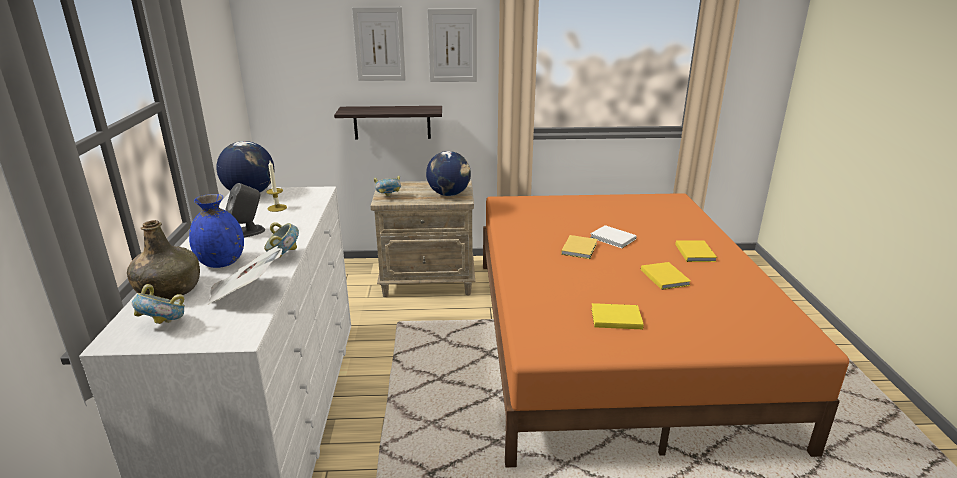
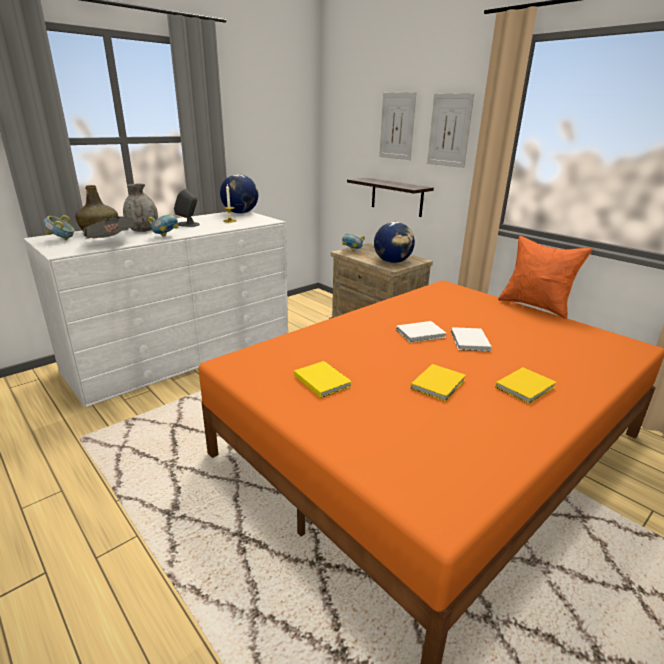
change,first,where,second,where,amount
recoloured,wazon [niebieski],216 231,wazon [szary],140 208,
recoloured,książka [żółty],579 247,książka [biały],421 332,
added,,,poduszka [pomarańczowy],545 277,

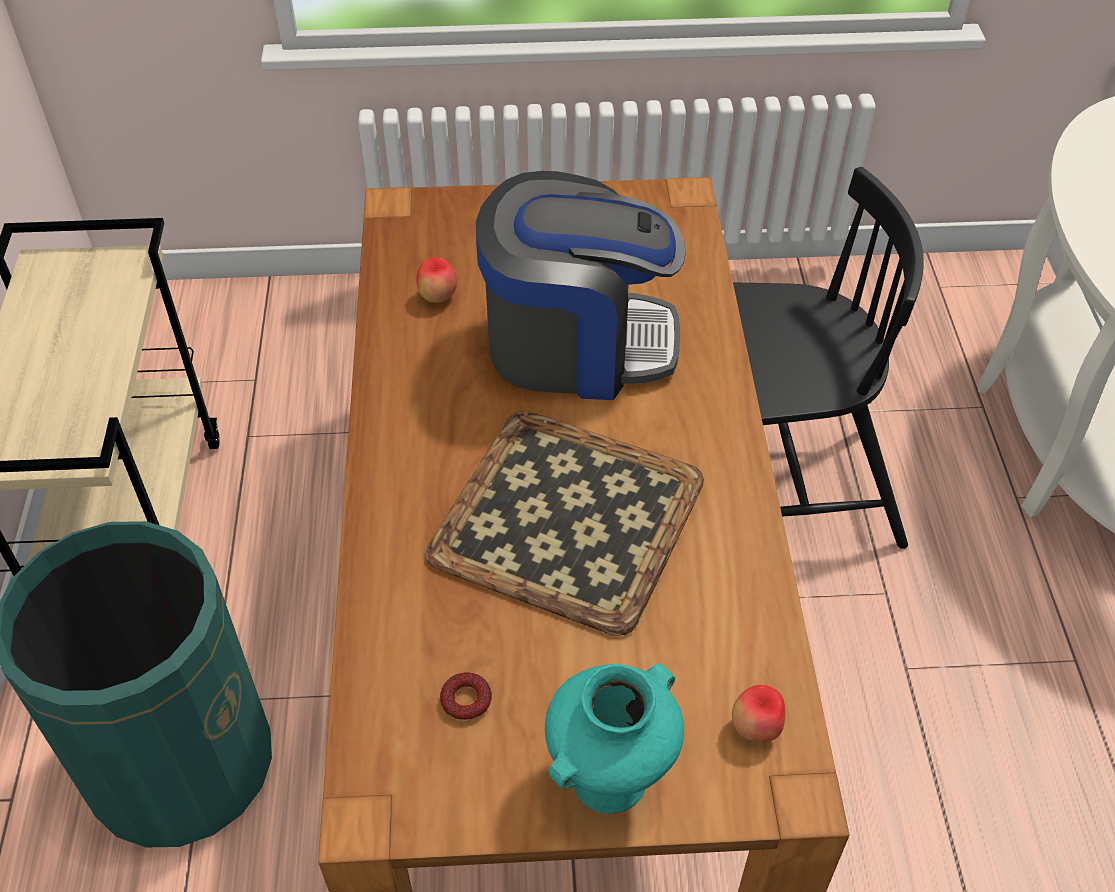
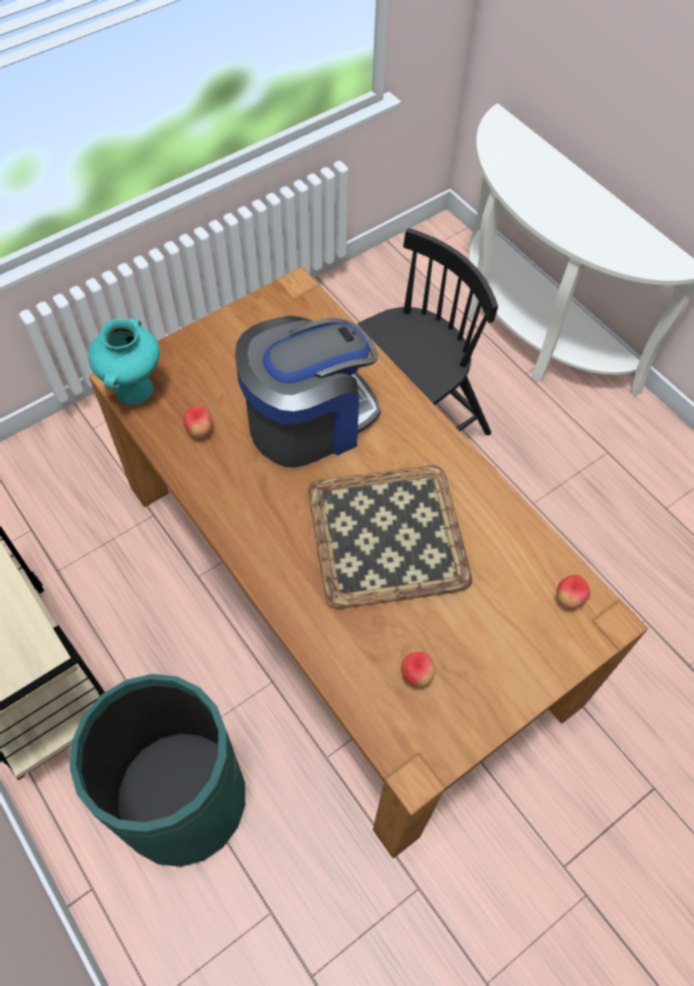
change,first,where,second,where,amount
moved,wazon [turkusowy],614 738,,124 362,
replaced,donut,466 696,jabłko,418 669,

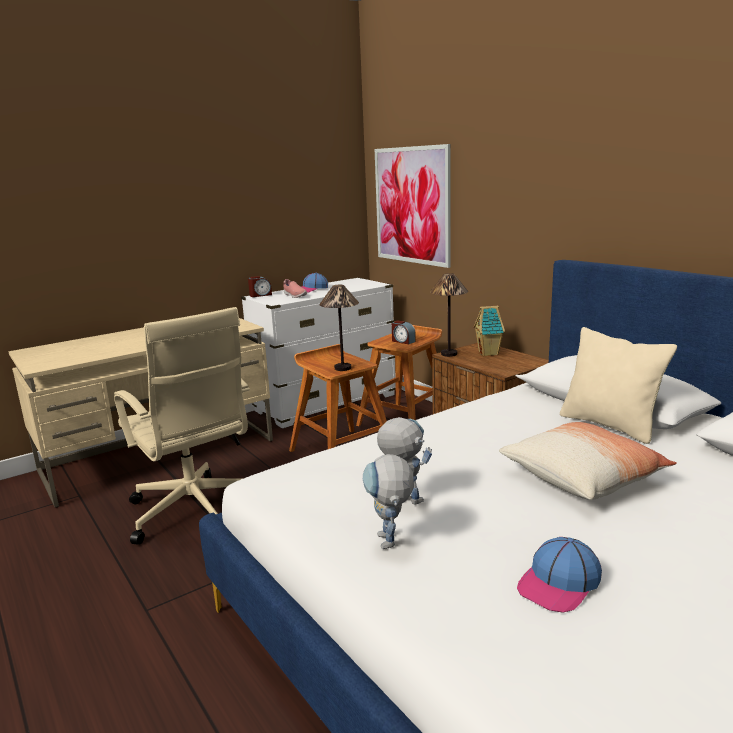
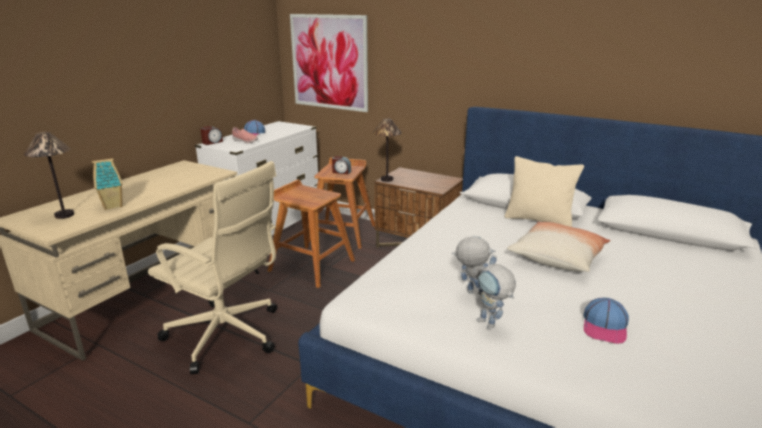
change,first,where,second,where,amount
moved,lampa stołowa,339 328,,49 175,
moved,domek,489 331,,107 184,

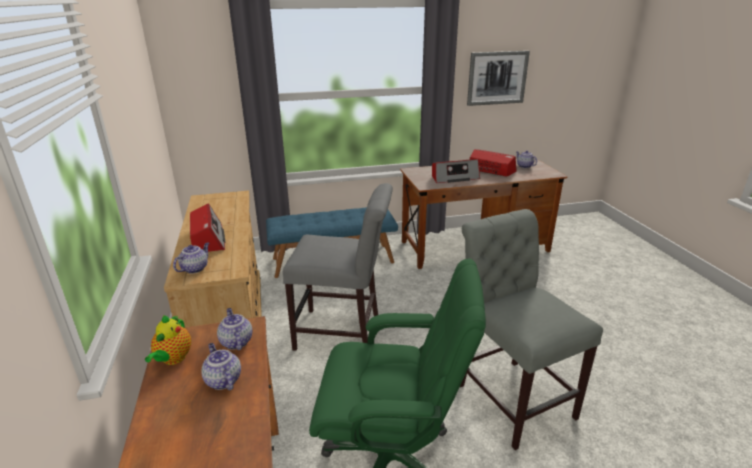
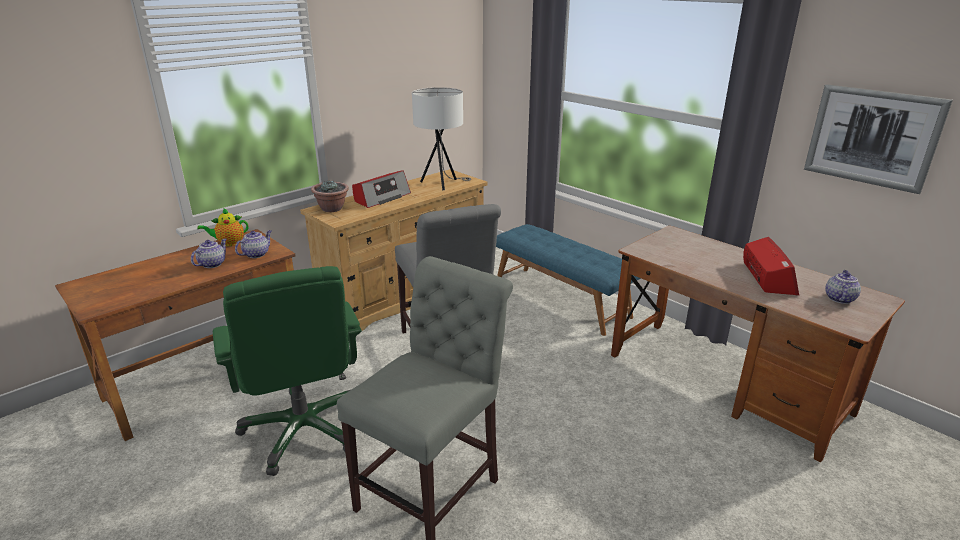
change,first,where,second,where,amount
removed,radio,456 171,,,
replaced,imbryk,191 258,roślina doniczkowa,330 196,
added,,,lampa stołowa [biały],441 138,

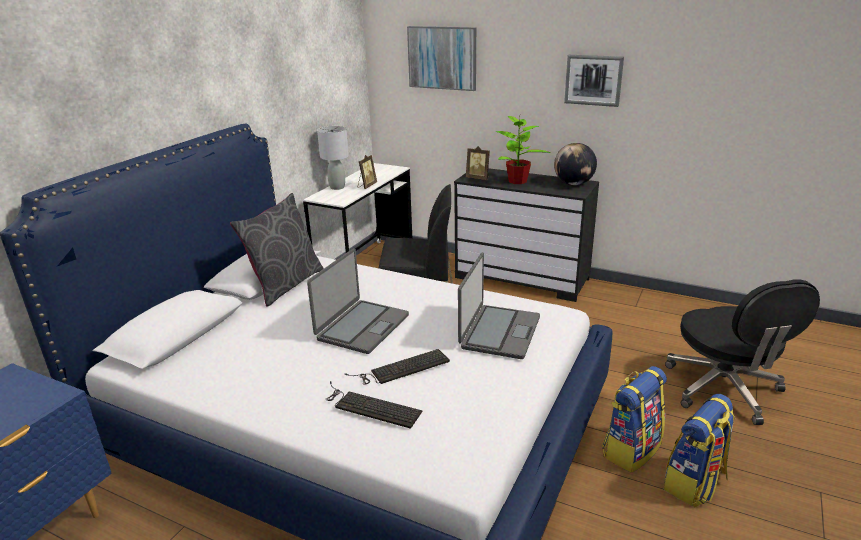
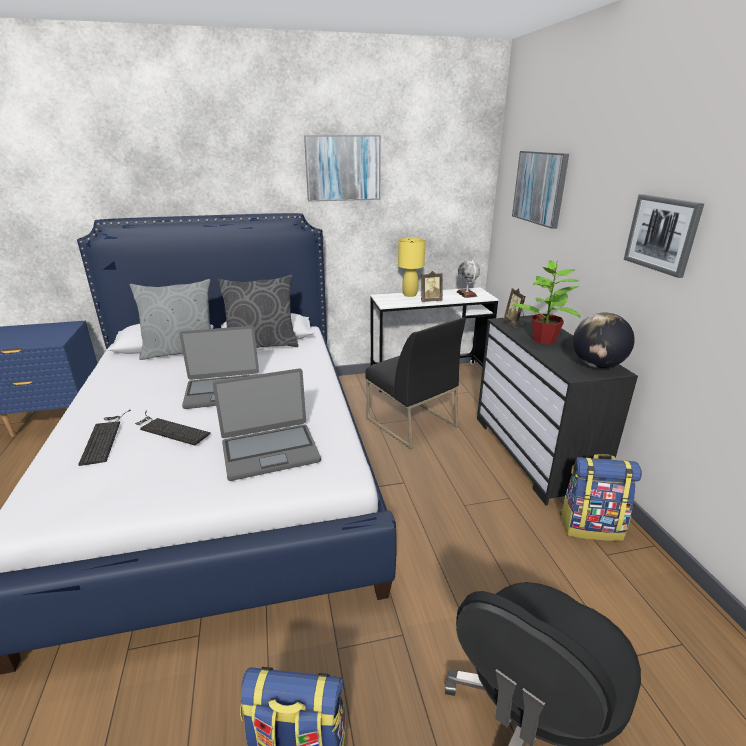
change,first,where,second,where,amount
recoloured,lampa stołowa [szary],333 158,lampa stołowa [żółty],412 267,
moved,plecak,634 419,,601 497,
added,,,obraz,342 168,
added,,,globus,468 279,
added,,,poduszka [szary],170 319,

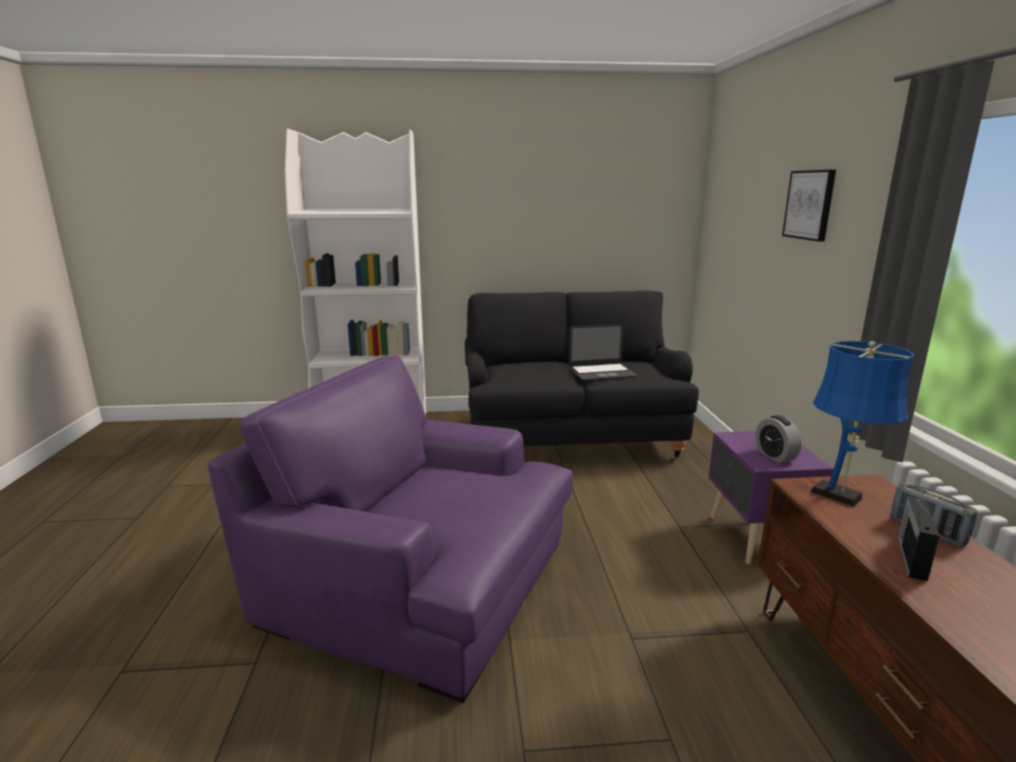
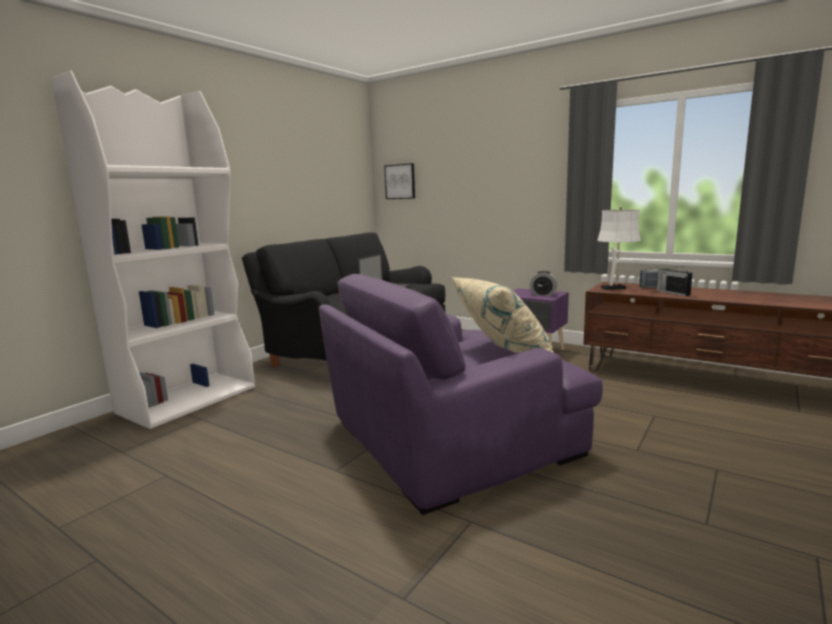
change,first,where,second,where,amount
moved,obraz,809 206,,399 181,
recoloured,lampa stołowa [niebieski],862 424,lampa stołowa [biały],619 248,
added,,,poduszka [beżowy],502 315,

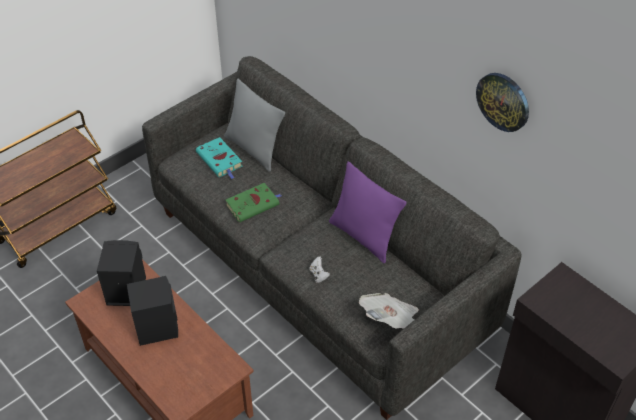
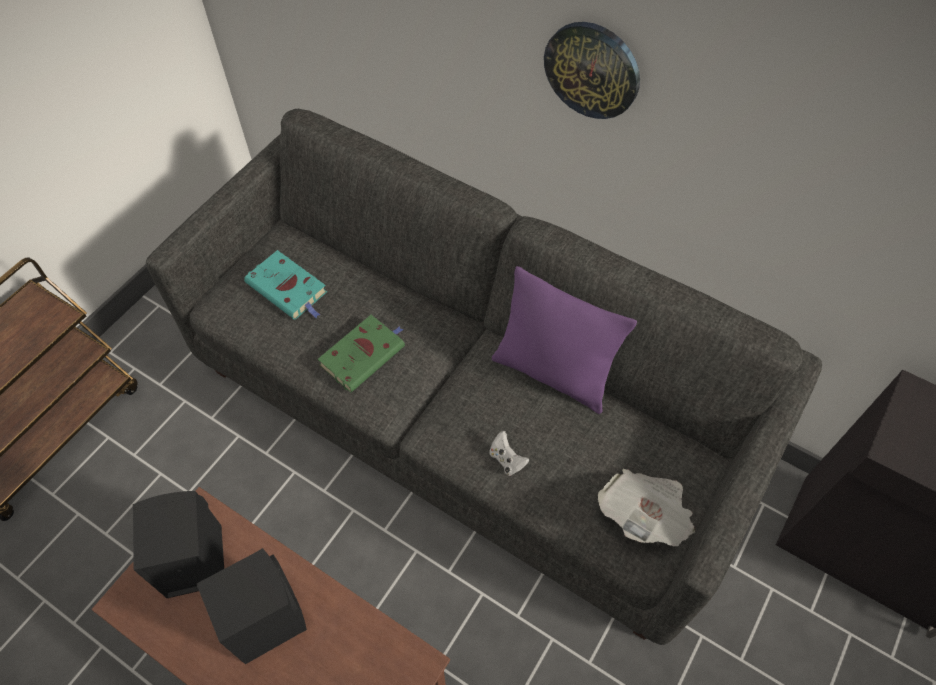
change,first,where,second,where,amount
moved,zegar ścienny,502 102,,592 70,
removed,poduszka [szary],254 125,,,

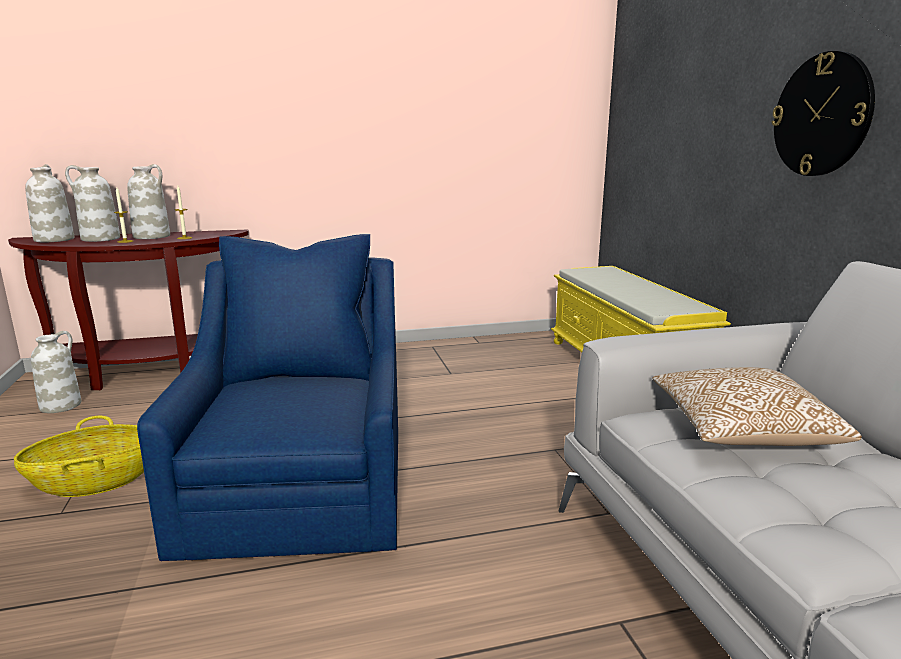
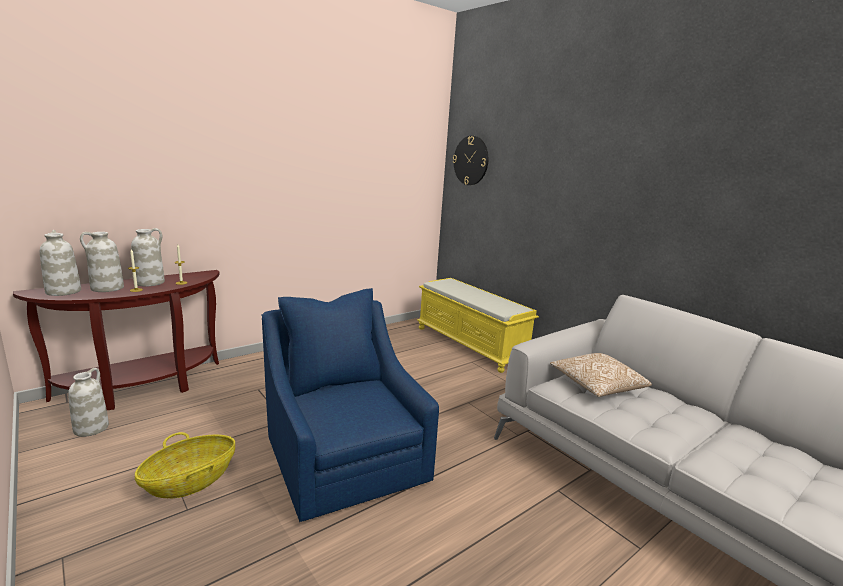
change,first,where,second,where,amount
moved,zegar ścienny,823 113,,470 160,

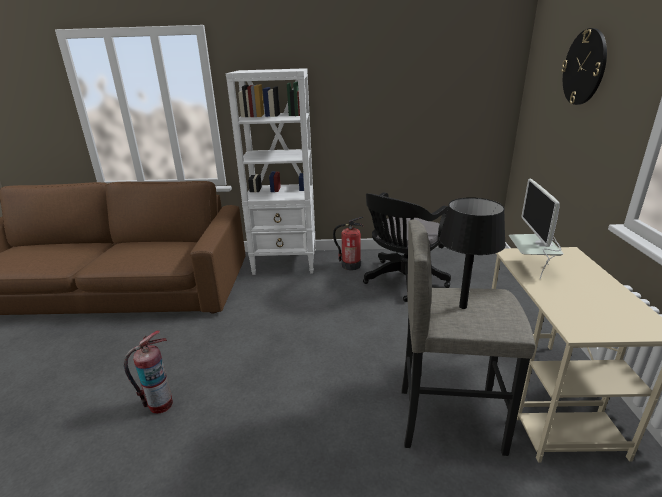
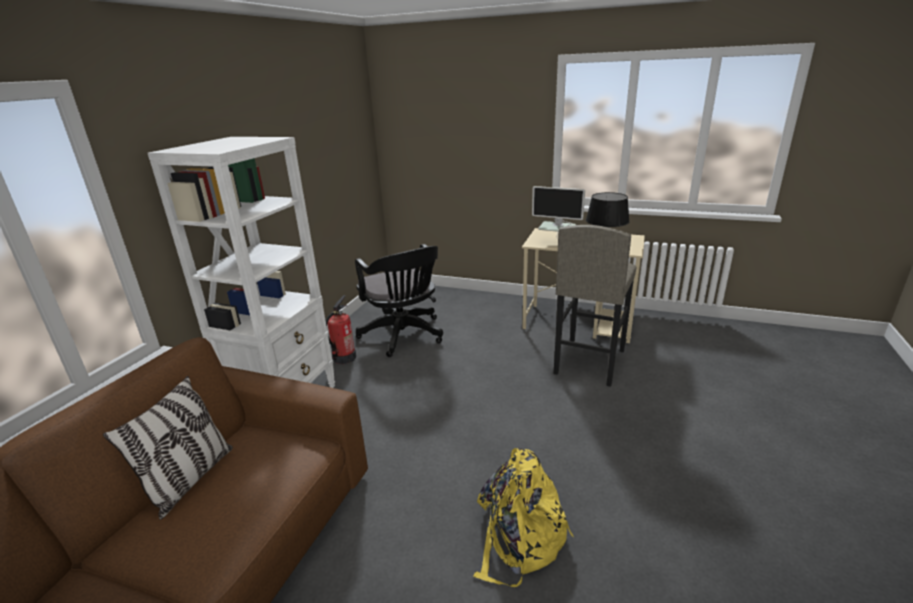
change,first,where,second,where,amount
removed,zegar ścienny,584 66,,,
replaced,gaśnica,148 371,plecak [żółty],523 517,
added,,,poduszka,168 448,

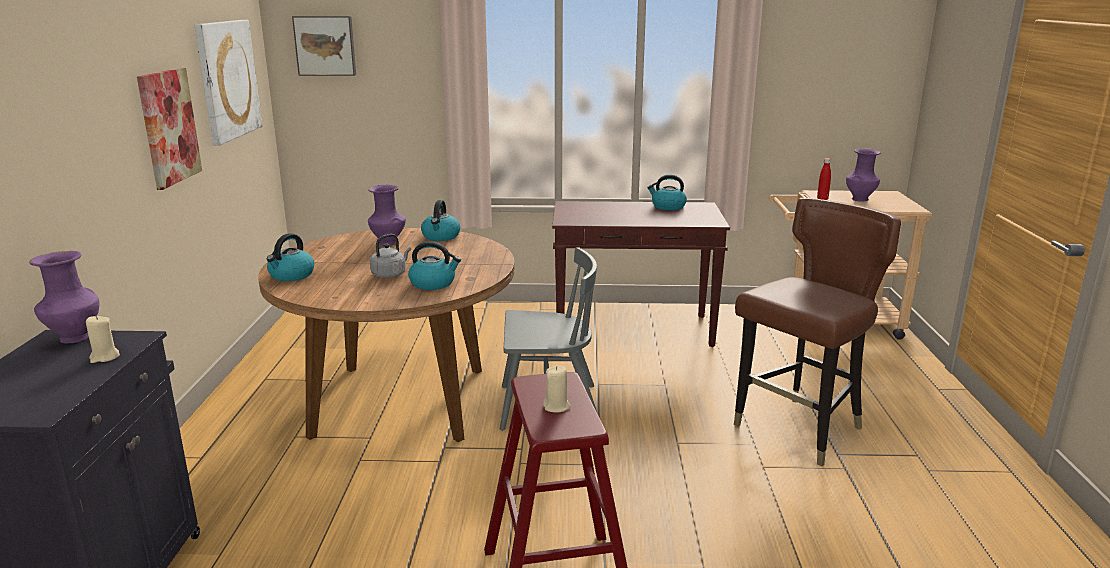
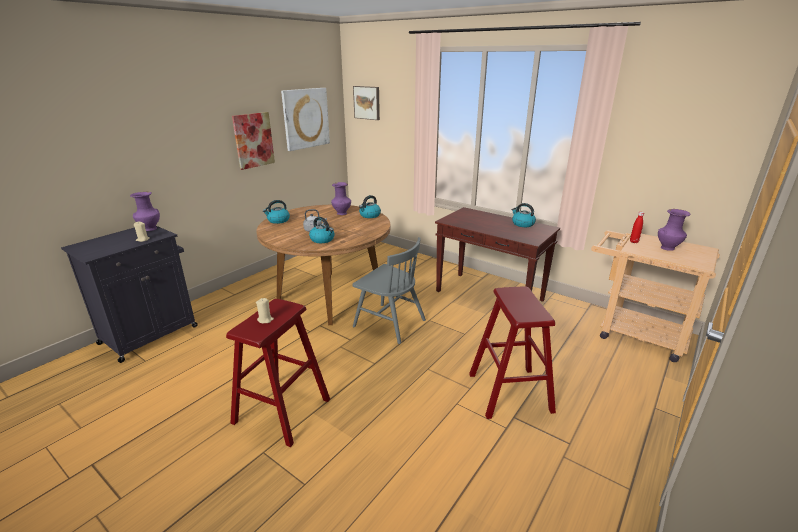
change,first,where,second,where,amount
replaced,krzesło [brązowy],817 332,stołek [czerwony],512 353,

